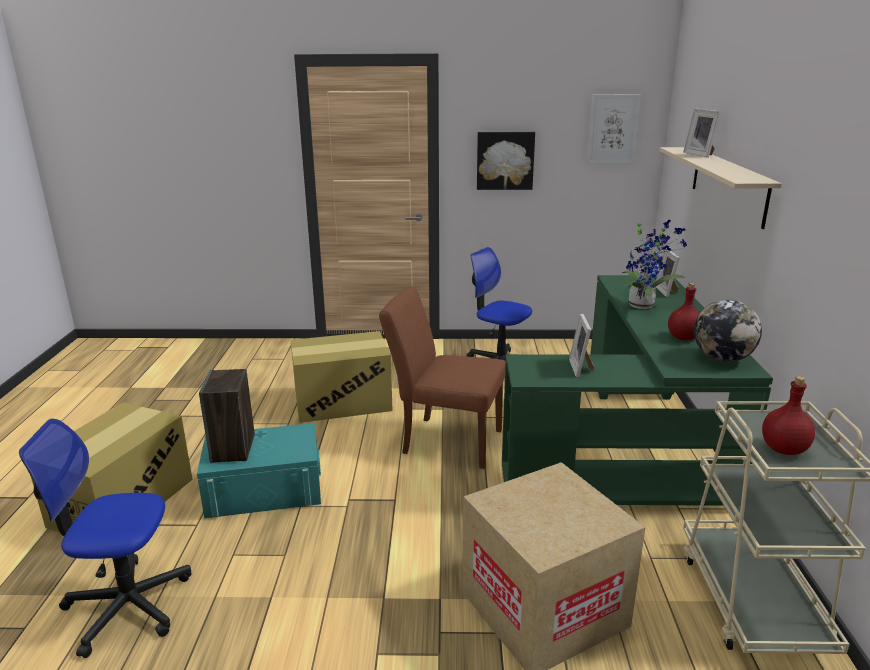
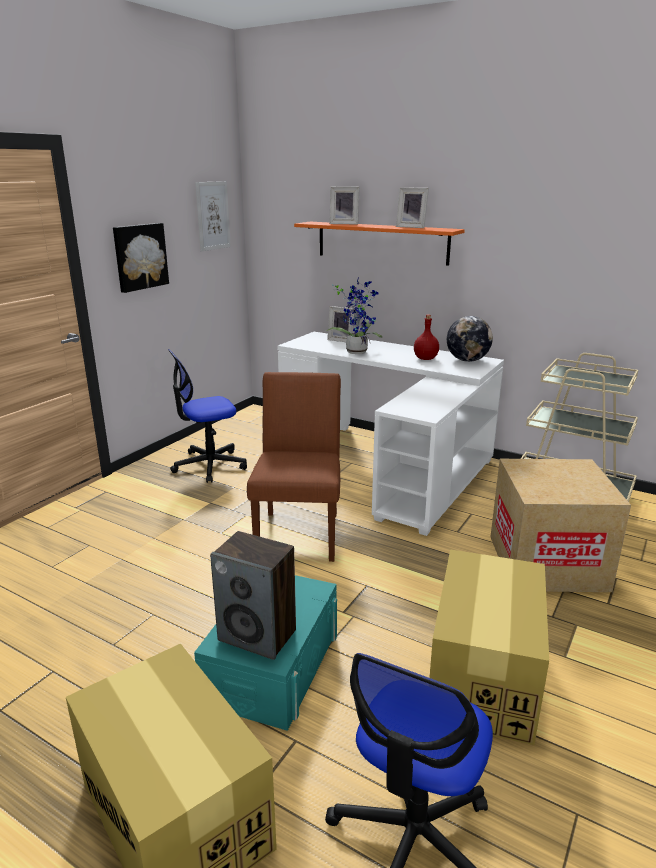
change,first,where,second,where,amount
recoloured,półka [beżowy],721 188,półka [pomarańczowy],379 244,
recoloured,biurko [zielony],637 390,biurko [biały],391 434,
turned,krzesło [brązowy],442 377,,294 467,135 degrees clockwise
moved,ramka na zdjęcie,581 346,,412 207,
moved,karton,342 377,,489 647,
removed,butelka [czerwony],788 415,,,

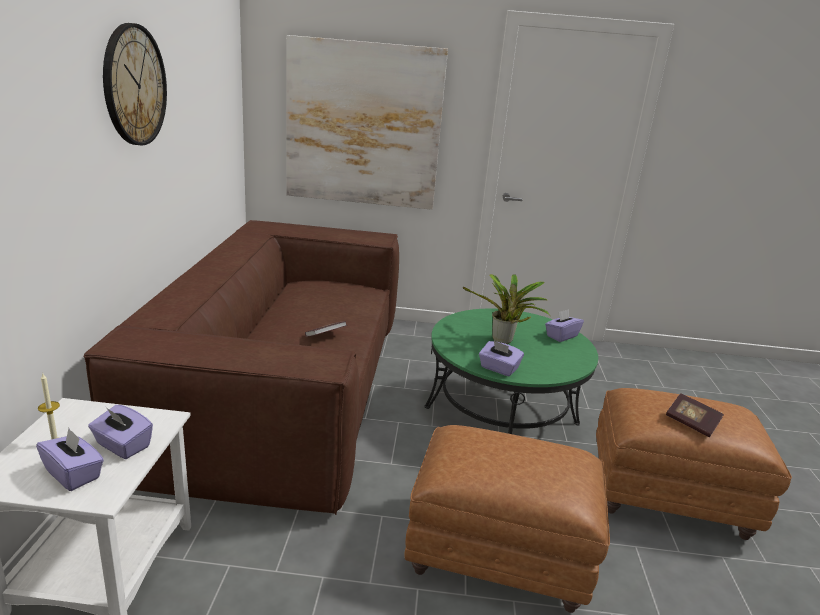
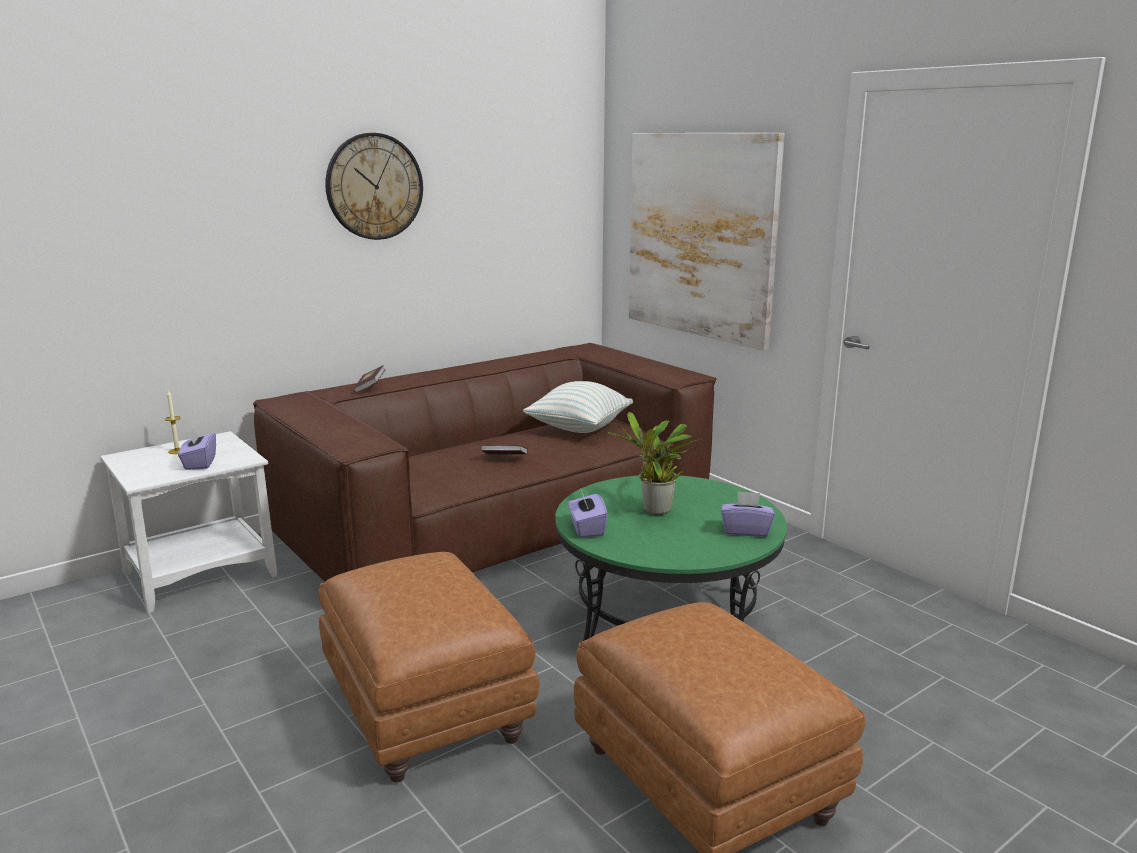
change,first,where,second,where,amount
moved,książka,695 415,,370 379,
removed,pudełko chusteczek [fioletowy],70 459,,,
added,,,poduszka,578 407,

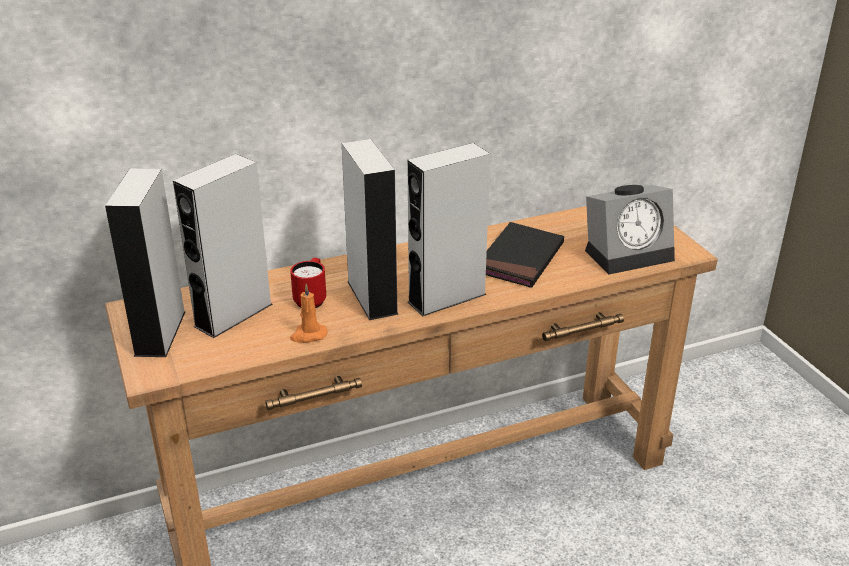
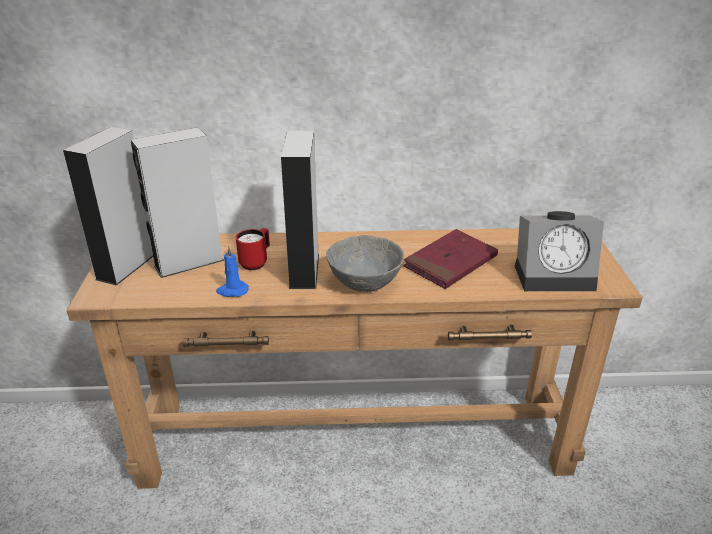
change,first,where,second,where,amount
replaced,głośnik [szary],448 229,miska [szary],365 263,
recoloured,książka [czarny],525 255,książka [czerwony],450 259,
recoloured,świeca [pomarańczowy],308 313,świeca [niebieski],232 271,

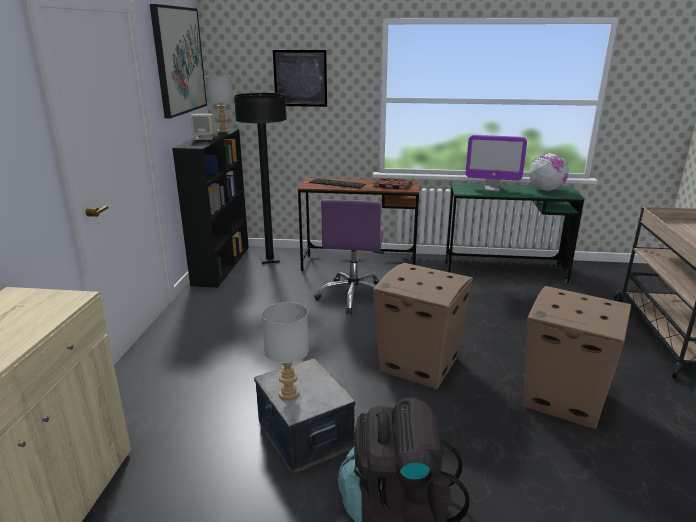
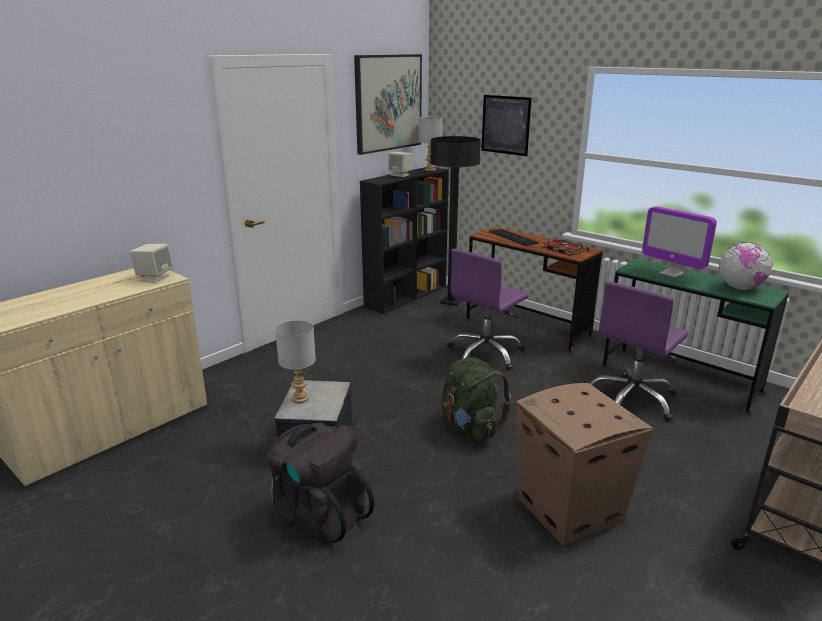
change,first,where,second,where,amount
replaced,karton,423 326,plecak [zielony],476 399,
added,,,głośnik [beżowy],151 263,
added,,,krzesło biurowe [fioletowy],639 351,

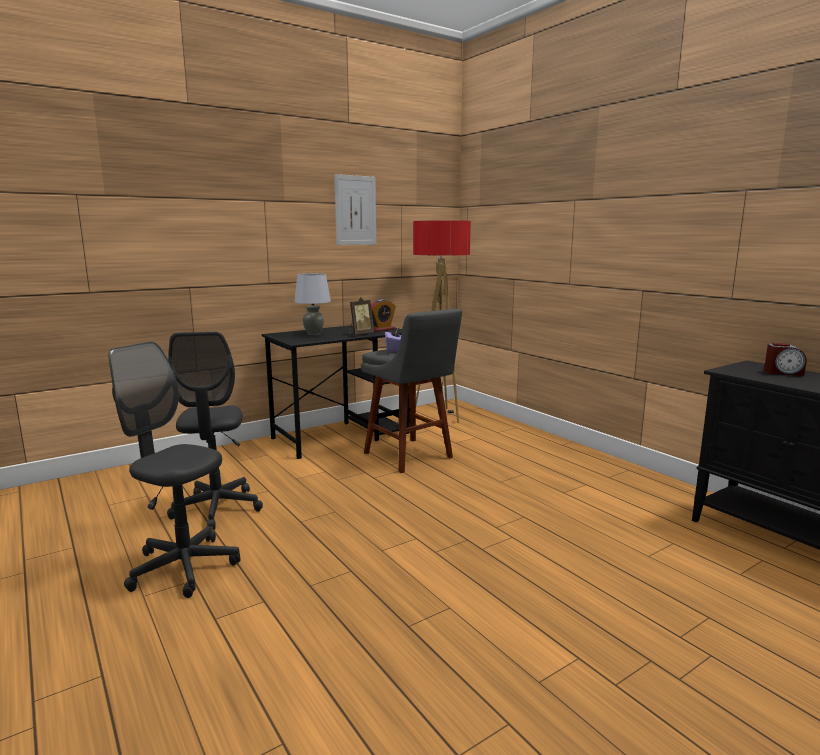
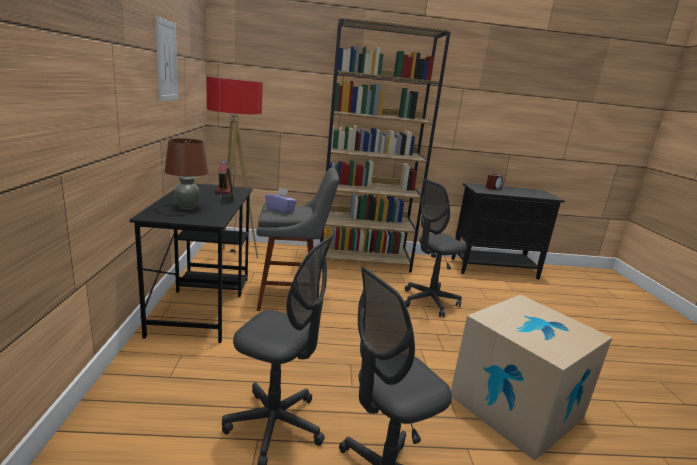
change,first,where,second,where,amount
recoloured,lampa stołowa [szary],312 304,lampa stołowa [brązowy],186 174,
added,,,regał [brązowy],385 145,
added,,,krzesło biurowe [szary],435 248,
added,,,karton,531 378,

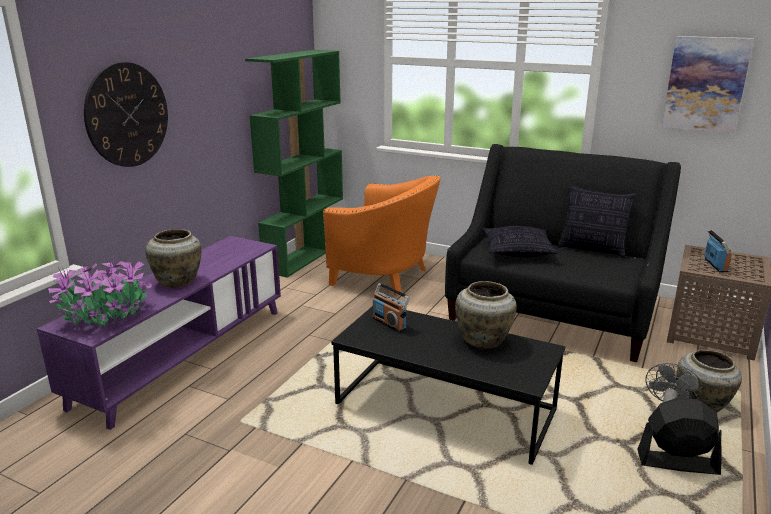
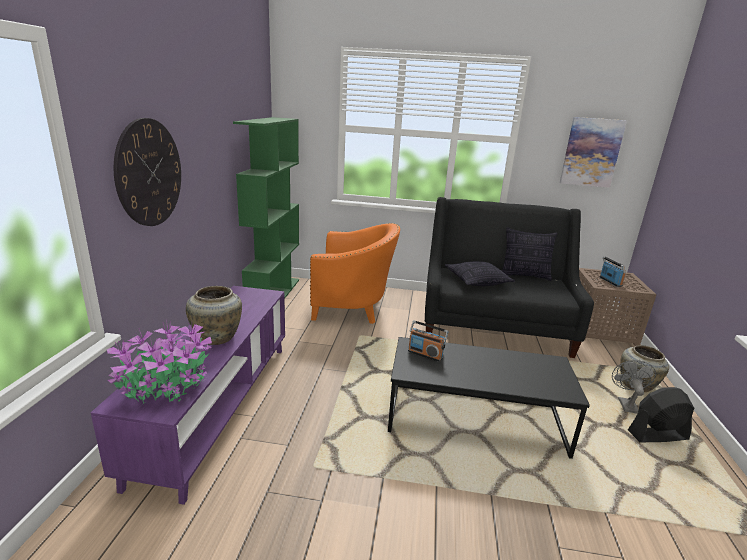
change,first,where,second,where,amount
removed,wazon [beżowy],486 315,,,

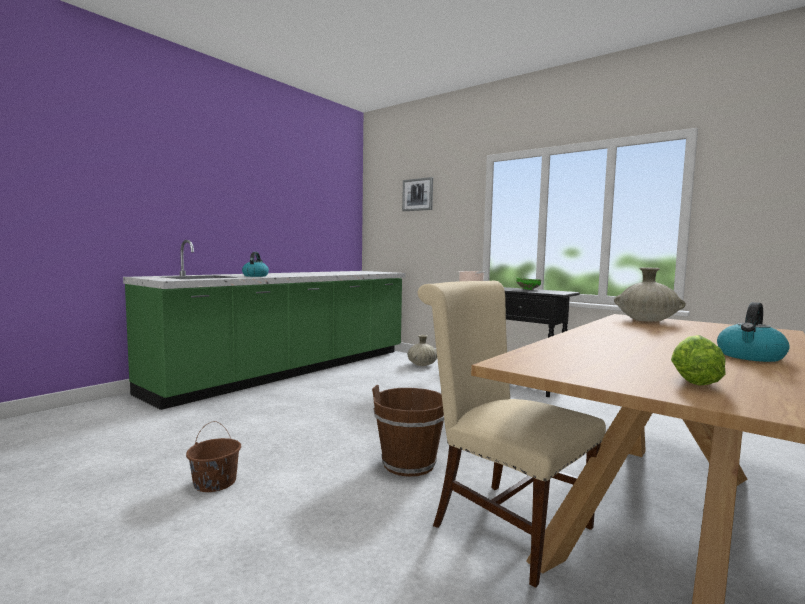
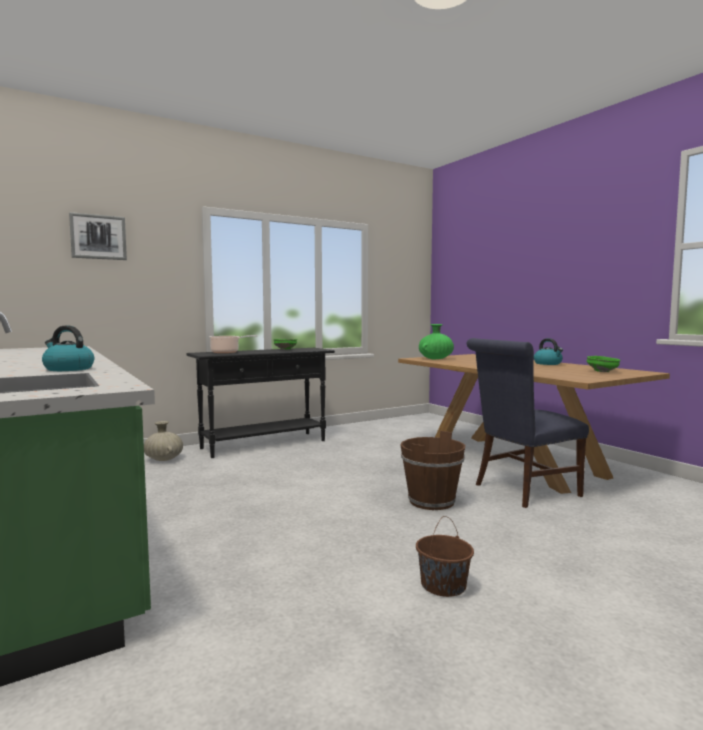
change,first,where,second,where,amount
recoloured,wazon [beżowy],650 294,wazon [zielony],436 341,
recoloured,krzesło [beżowy],512 434,krzesło [niebieski],528 423,
replaced,sałata,698 360,miska [zielony],603 364,

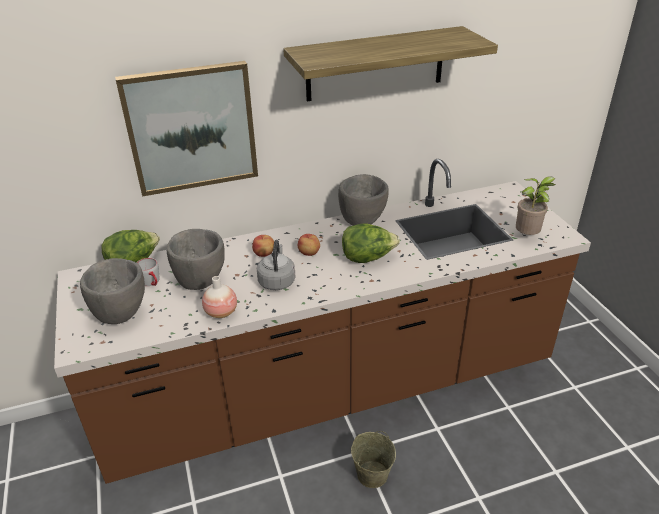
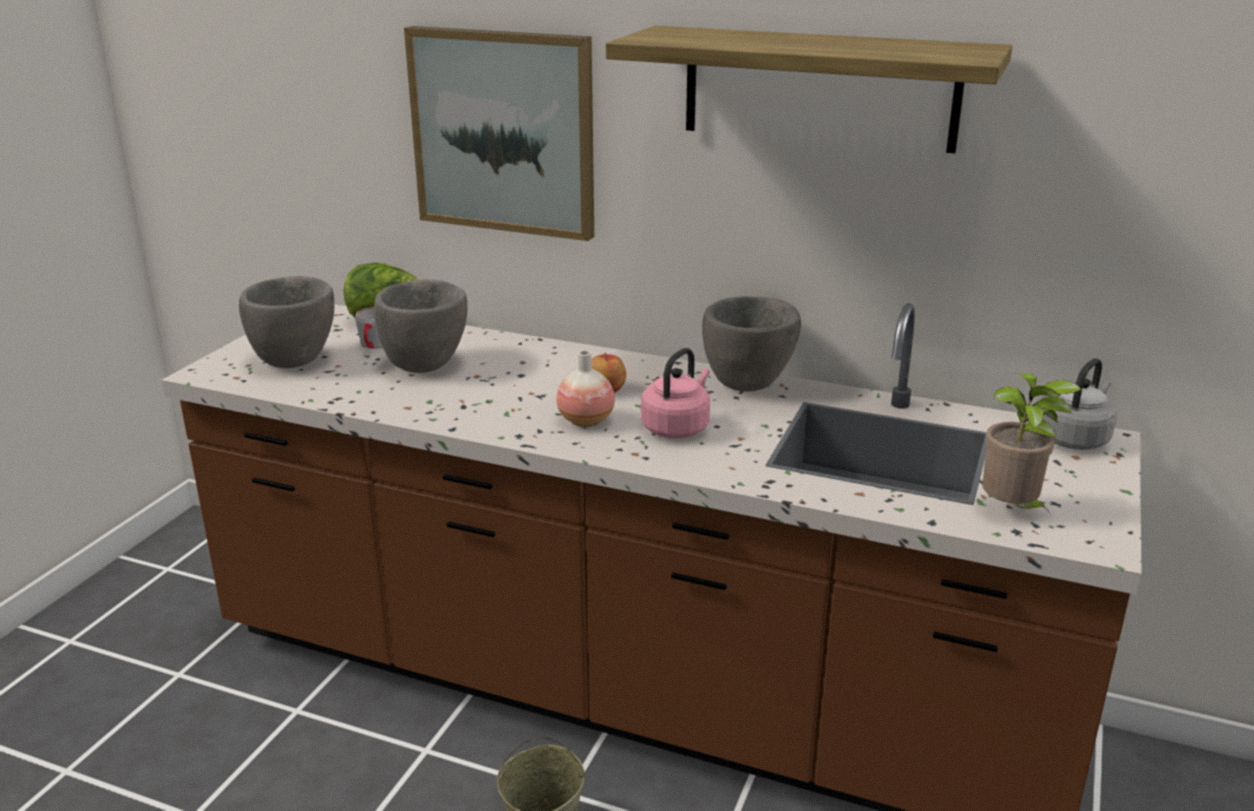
change,first,where,second,where,amount
replaced,sałata,371 243,czajnik [różowy],675 393,
removed,jabłko,263 246,,,
moved,czajnik [szary],276 265,,1079 404,
moved,wazon,219 297,,585 388,

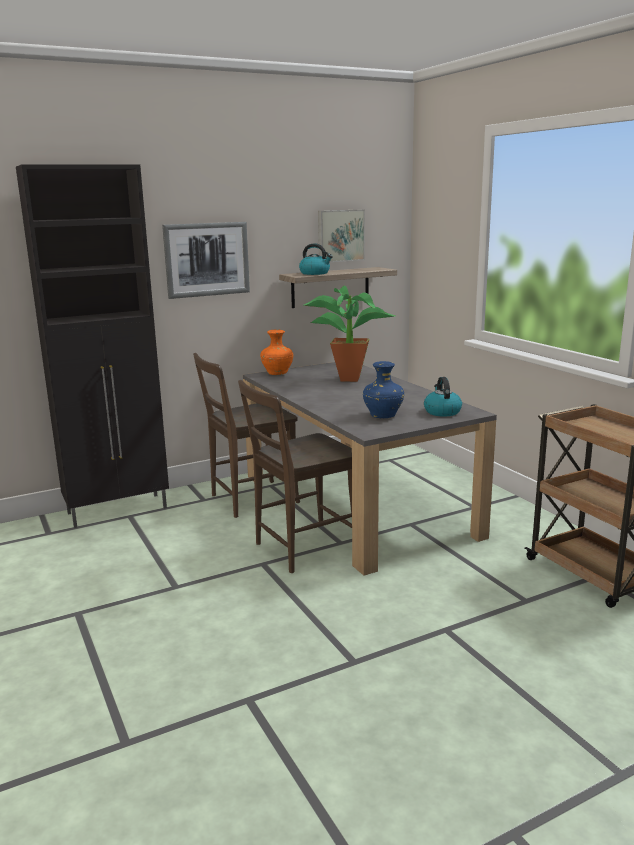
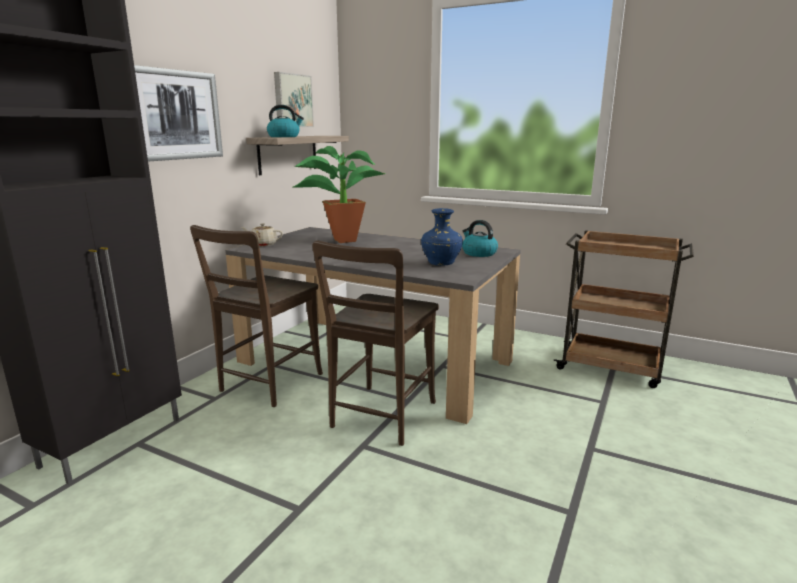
change,first,where,second,where,amount
replaced,wazon [pomarańczowy],276 352,imbryk [beżowy],262 234,

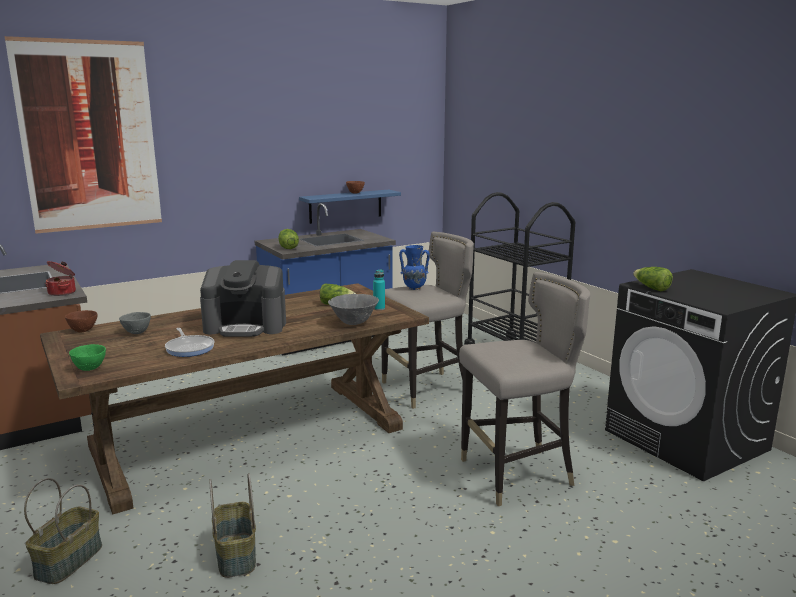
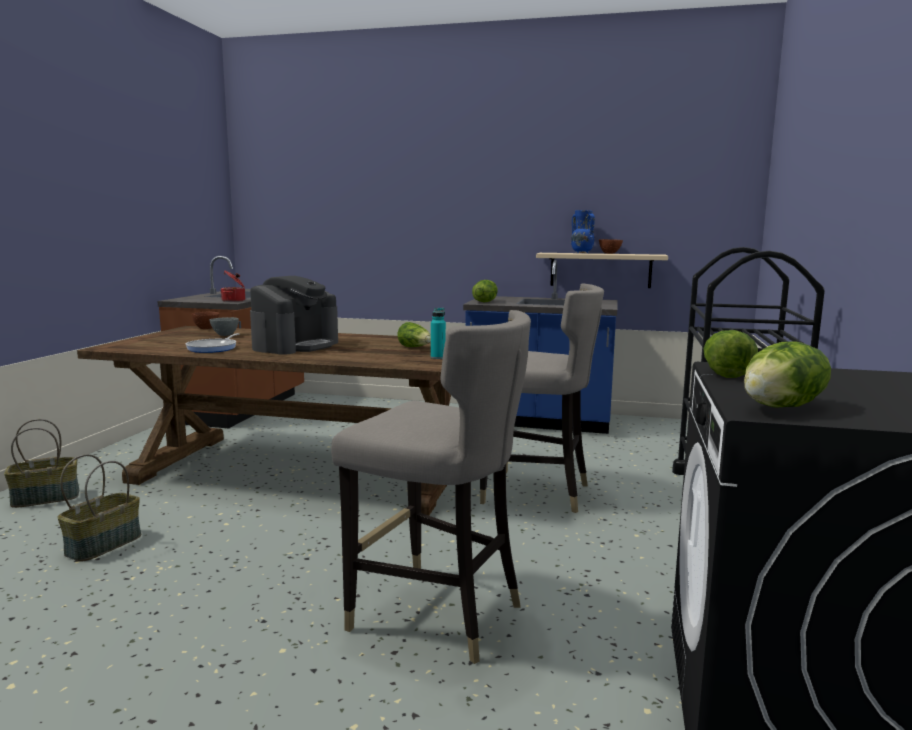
change,first,where,second,where,amount
removed,obraz,83 135,,,
recoloured,półka [niebieski],350 207,półka [beżowy],602 270,
moved,wazon [niebieski],414 267,,583 231,
turned,ekspres do kawy,243 298,,294 315,105 degrees counterclockwise
removed,miska [szary],353 309,,,
removed,miska [zielony],87 357,,,
added,,,sałata,787 374,

